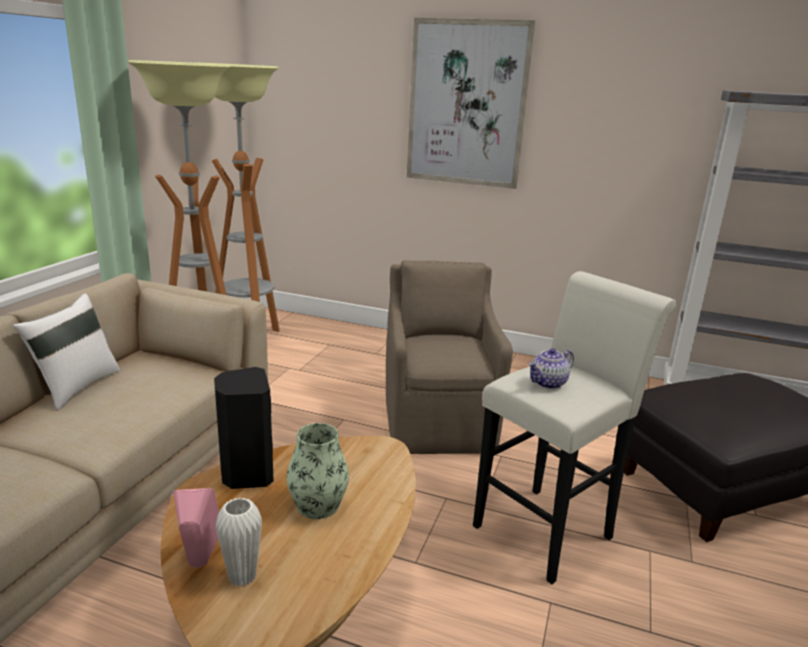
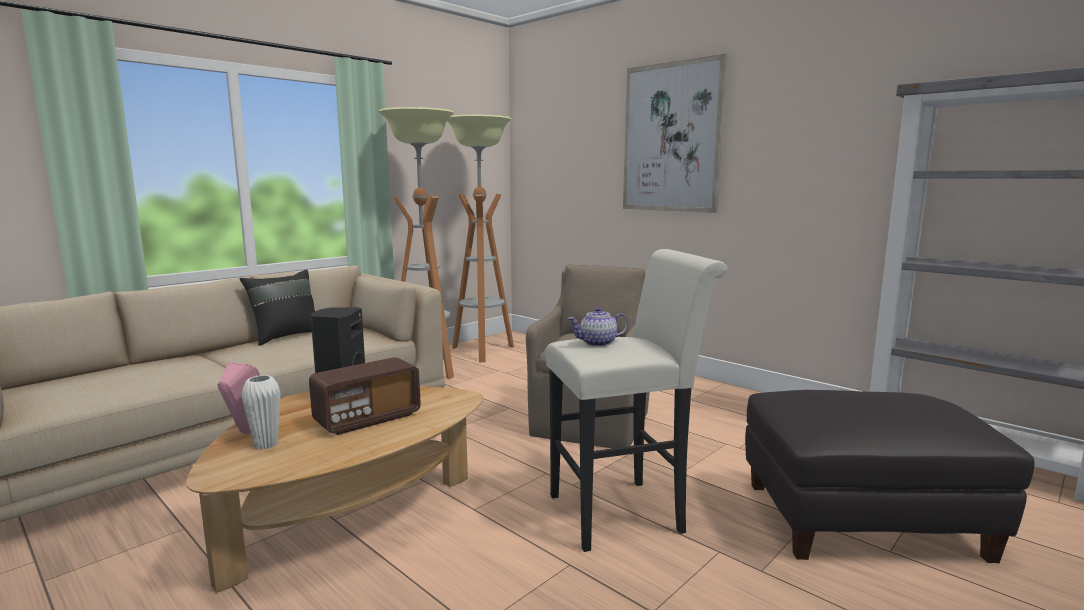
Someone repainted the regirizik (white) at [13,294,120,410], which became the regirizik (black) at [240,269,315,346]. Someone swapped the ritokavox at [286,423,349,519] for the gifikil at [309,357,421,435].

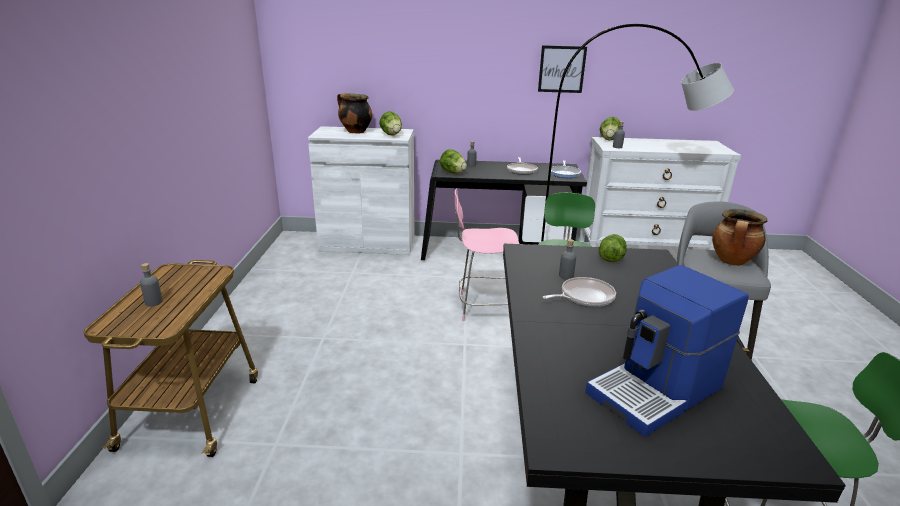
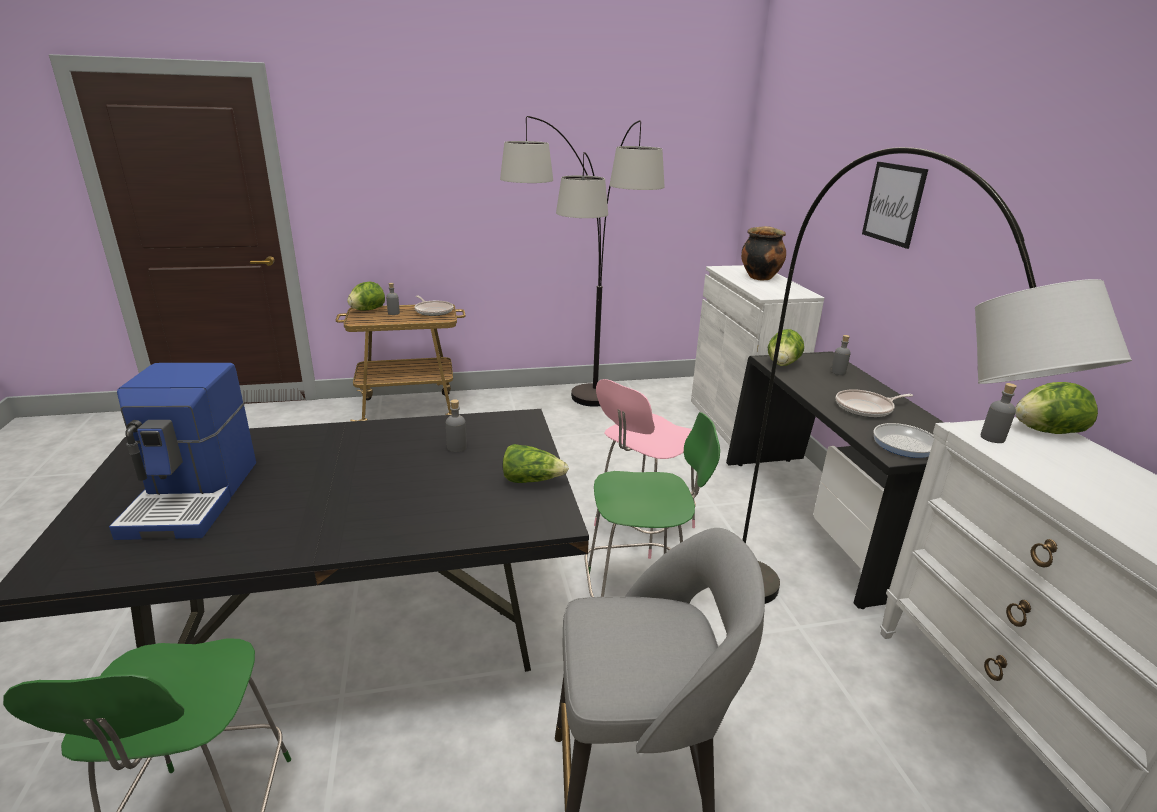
Someone rotated the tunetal at [585,265,749,437] by 135 degrees counterclockwise. Someone carried the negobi from [379,111,402,136] to [347,282,385,310]. Someone carried the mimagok from [543,277,616,307] to [414,296,454,316]. Someone put down the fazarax at [500,116,665,407]. Someone rotated the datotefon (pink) at [455,188,519,321] by 120 degrees counterclockwise. Someone carried the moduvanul from [538,45,587,93] to [862,162,928,249]. Someone took away the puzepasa at [712,209,767,266].

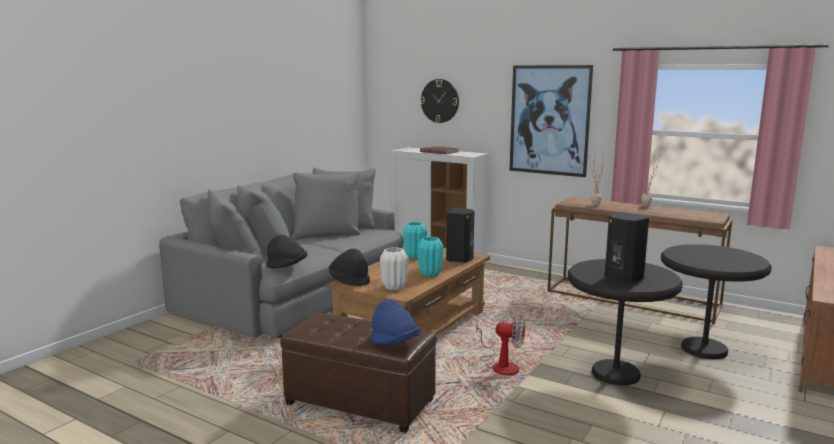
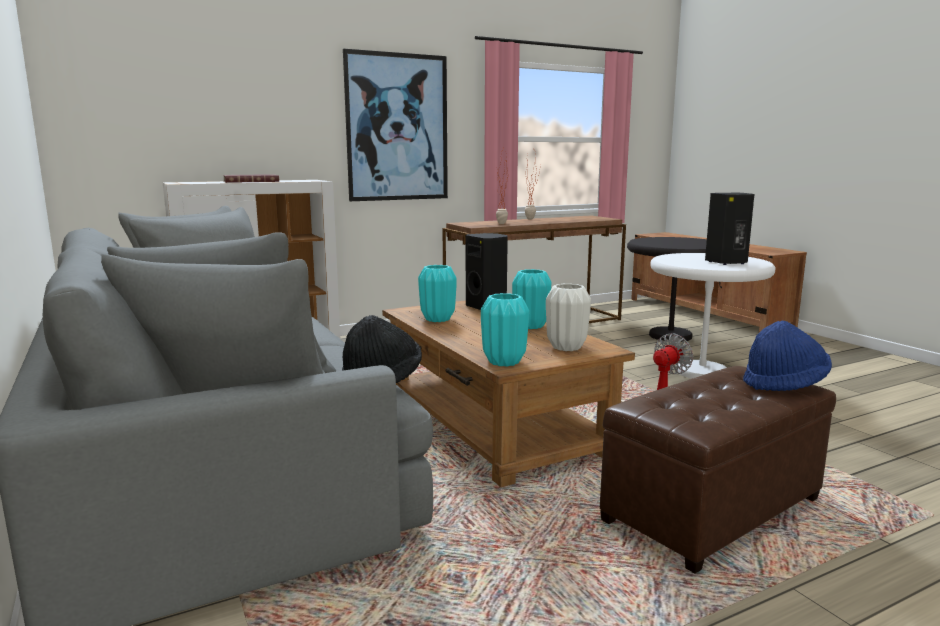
Someone swapped the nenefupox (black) at [329,249,370,286] for the ritokavox (turquoise) at [481,293,529,367]. Someone repainted the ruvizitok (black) at [568,259,683,385], which became the ruvizitok (white) at [650,253,776,379]. Someone took away the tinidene at [420,79,459,123].

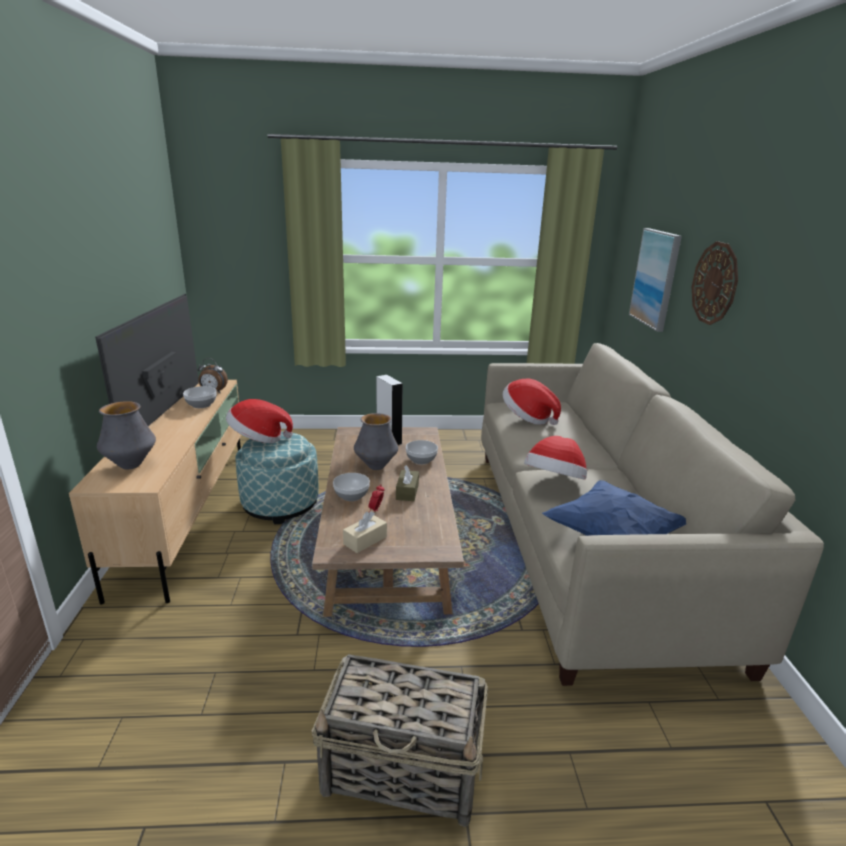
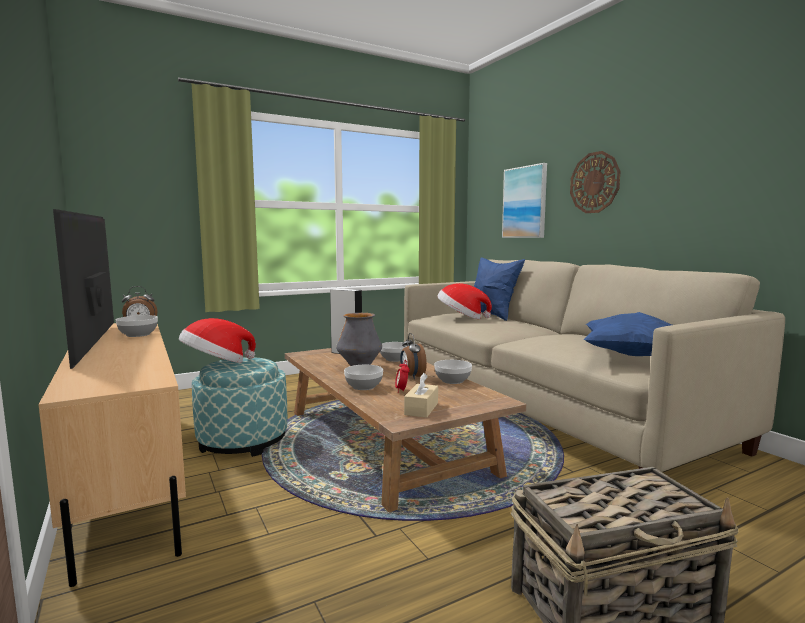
Someone swapped the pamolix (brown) at [396,465,419,501] for the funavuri at [400,333,427,379]. Someone put down the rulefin at [434,360,472,384]. Someone put down the regirizik (blue) at [474,257,525,321]. Someone took away the ritokavox at [97,401,156,470]. Someone took away the nenefupox at [524,436,587,480].

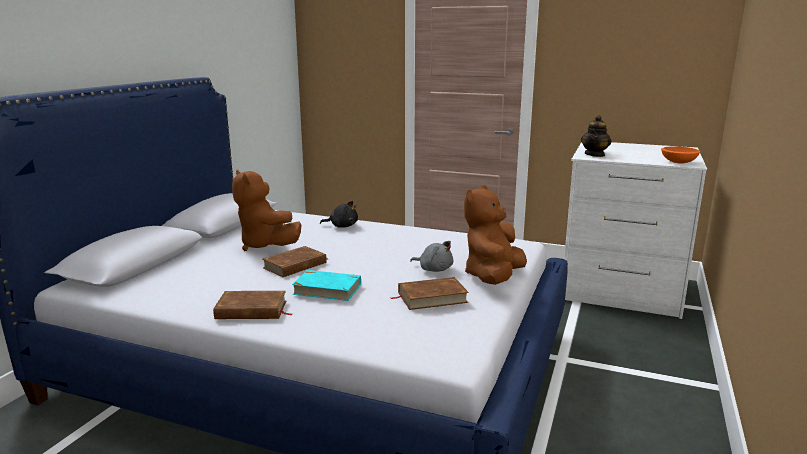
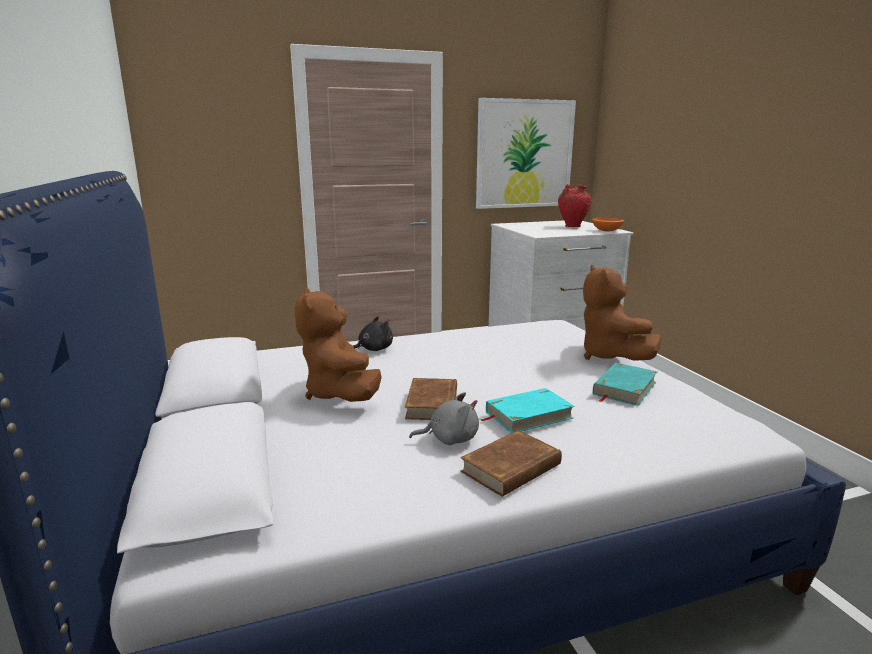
Someone rotated the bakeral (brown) at [232,170,301,251] by 60 degrees clockwise. Someone carried the bakeral (grey) from [410,241,453,272] to [409,392,479,445]. Someone put up the moduvanul at [476,98,576,209]. Someone put down the ritokavox (red) at [558,184,592,227]. Someone repainted the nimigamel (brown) at [391,277,469,310], which became the nimigamel (turquoise) at [593,363,657,406]. Someone took away the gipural at [581,115,612,157].

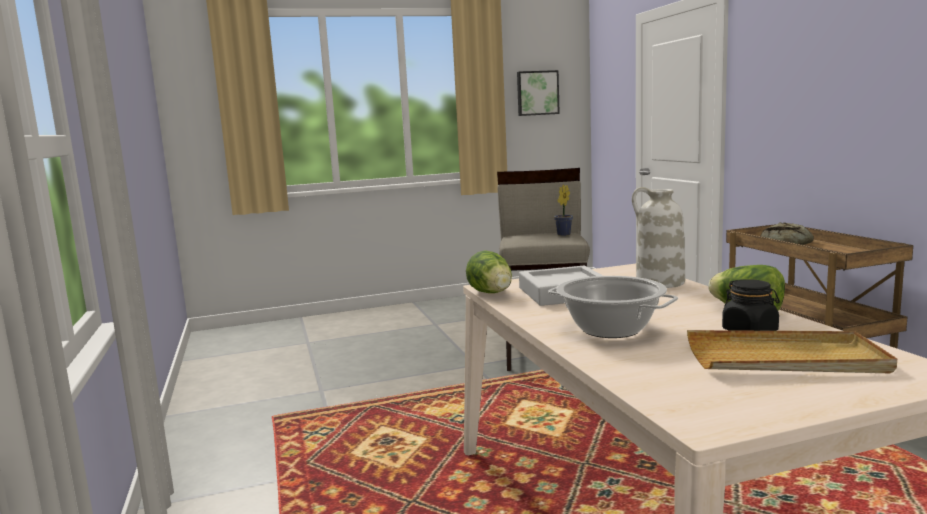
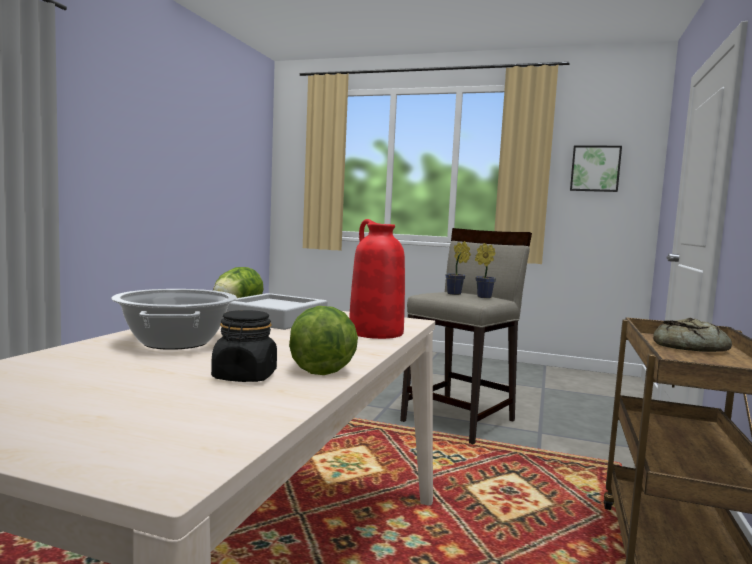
Someone repainted the ritokavox (white) at [632,187,685,288], which became the ritokavox (red) at [349,219,405,339]. Someone put down the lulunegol at [446,241,471,295]. Someone took away the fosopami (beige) at [687,330,897,373].

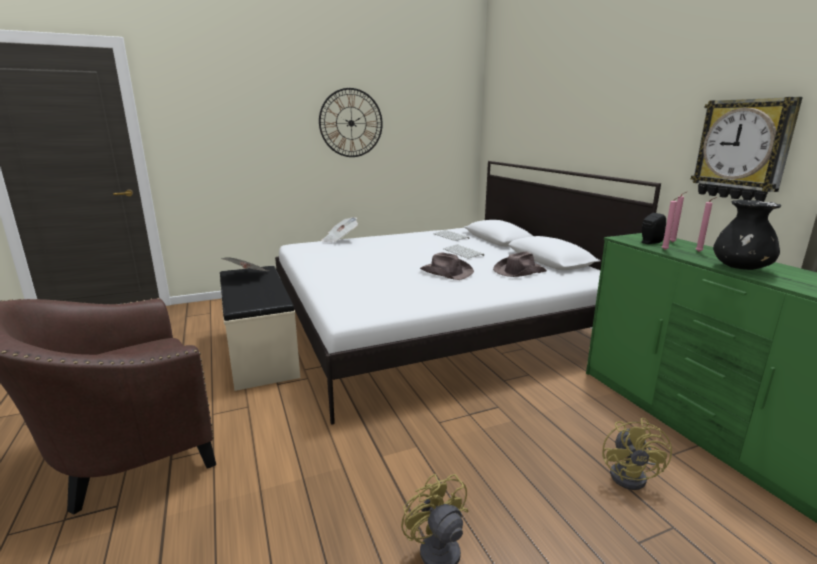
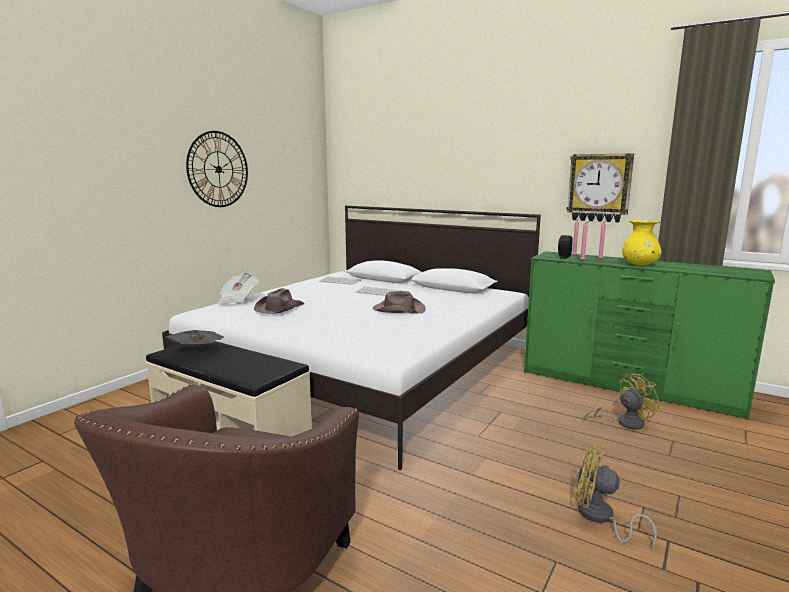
Someone carried the nenefupox (brown) from [493,251,547,277] to [254,288,304,314]. Someone rotated the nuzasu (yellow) at [602,418,672,490] by 90 degrees counterclockwise. Someone repainted the ritokavox (black) at [713,200,781,270], which became the ritokavox (yellow) at [622,220,662,265].

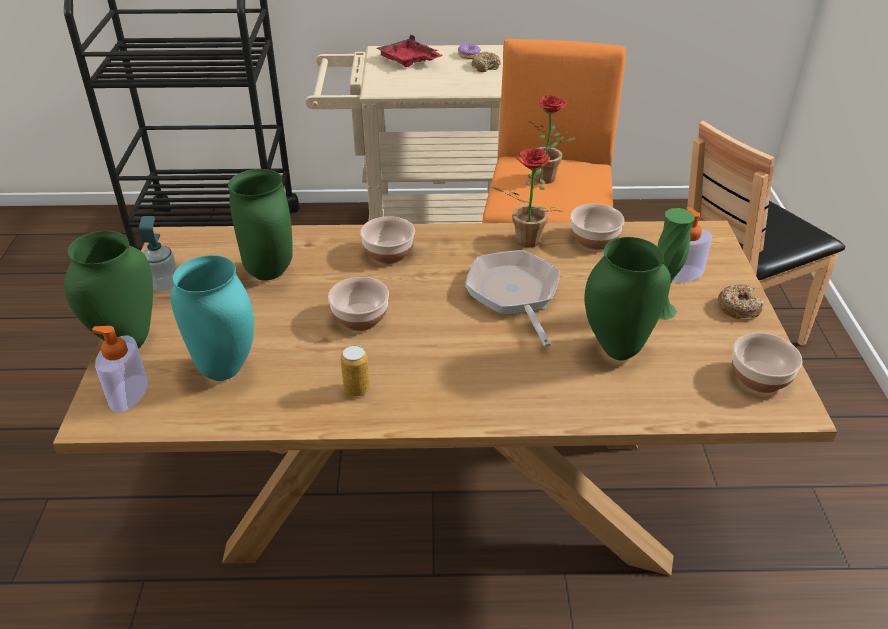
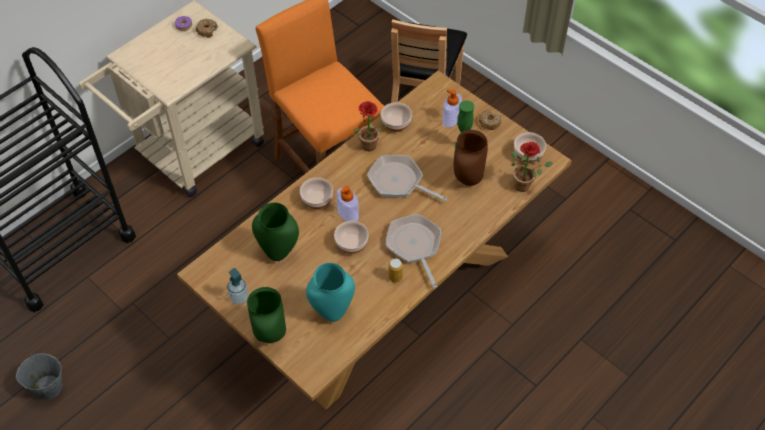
Someone put down the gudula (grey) at [16,353,62,400]. Someone carried the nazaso from [92,326,148,412] to [337,186,359,221]. Someone put down the mimagok at [386,214,441,288]. Someone repainted the ritokavox (green) at [584,237,671,361], which became the ritokavox (brown) at [454,130,488,186]. Someone carried the lulunegol from [529,95,575,184] to [511,142,553,192]. Someone took away the fosopami (red) at [376,34,443,67].

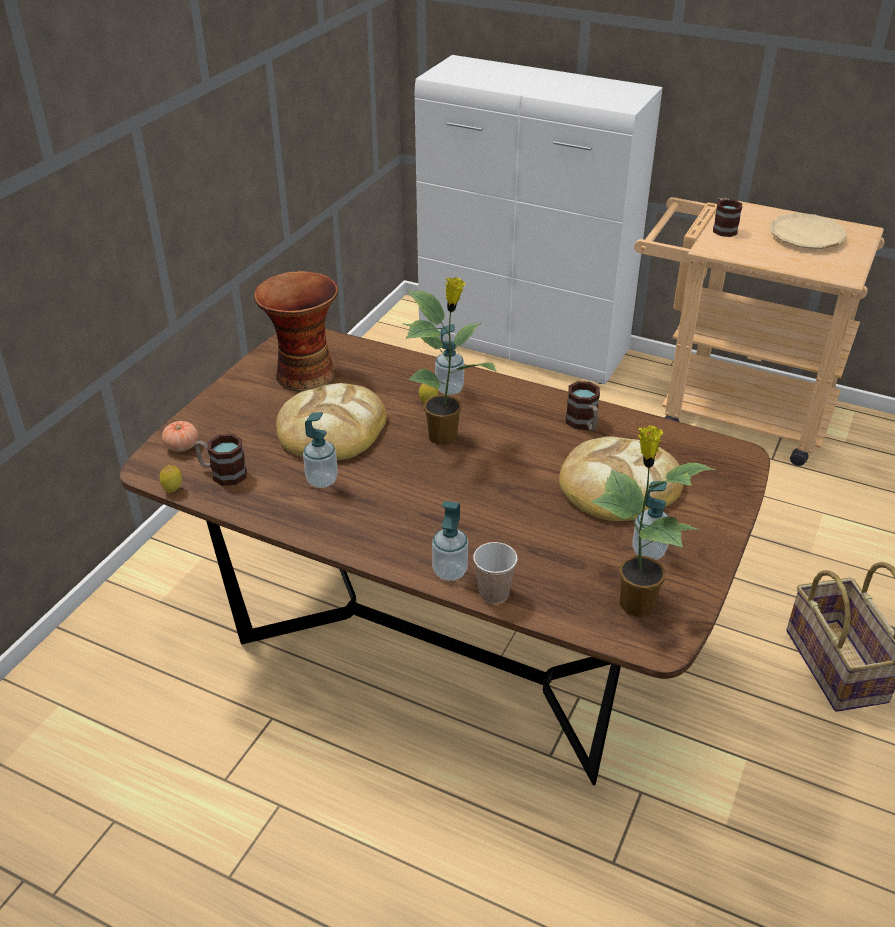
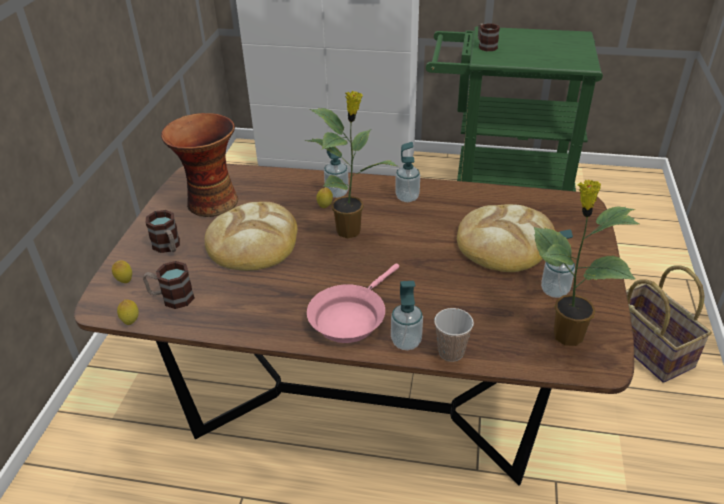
Someone swapped the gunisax at [162,421,198,452] for the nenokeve at [112,261,132,283]. Someone carried the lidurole from [566,381,600,431] to [145,210,180,253]. Someone put down the mimagok (pink) at [307,263,399,343]. Someone carried the nazaso from [303,412,338,488] to [395,142,420,202]. Someone repainted the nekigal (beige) at [634,197,884,466], which became the nekigal (green) at [426,27,603,192]. Someone took away the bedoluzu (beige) at [770,213,847,249].

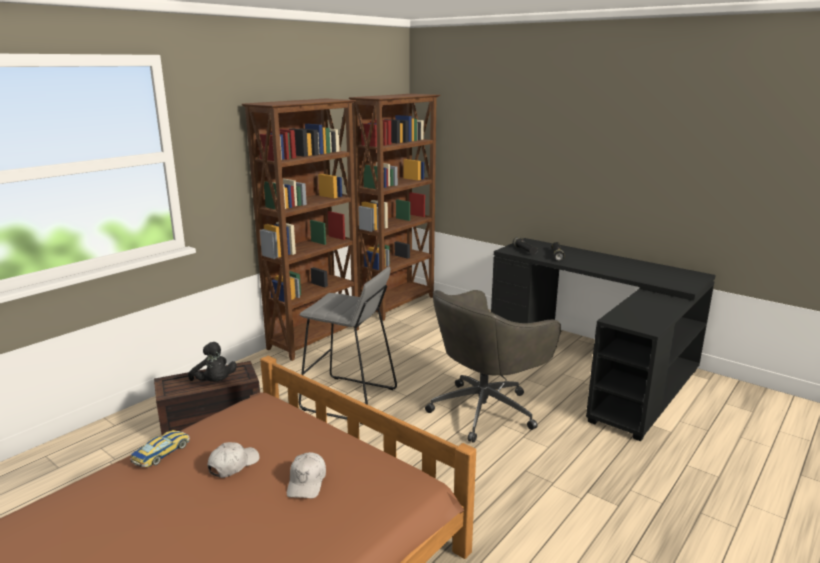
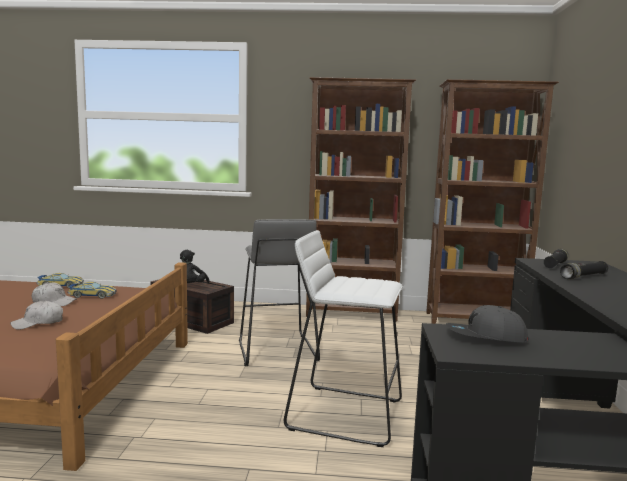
Someone put down the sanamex at [67,282,116,299]. Someone swapped the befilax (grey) at [425,290,561,443] for the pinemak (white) at [284,230,403,447]. Someone put down the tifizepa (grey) at [446,305,529,342].

